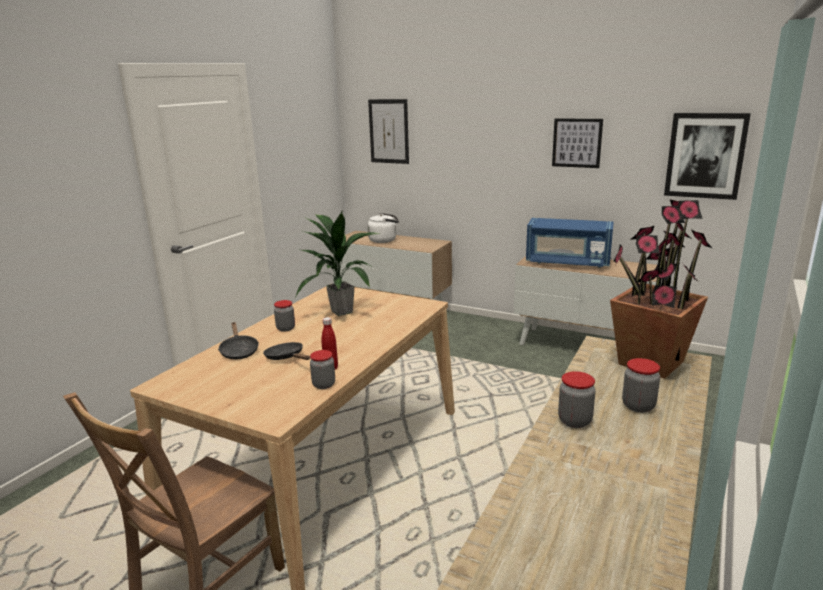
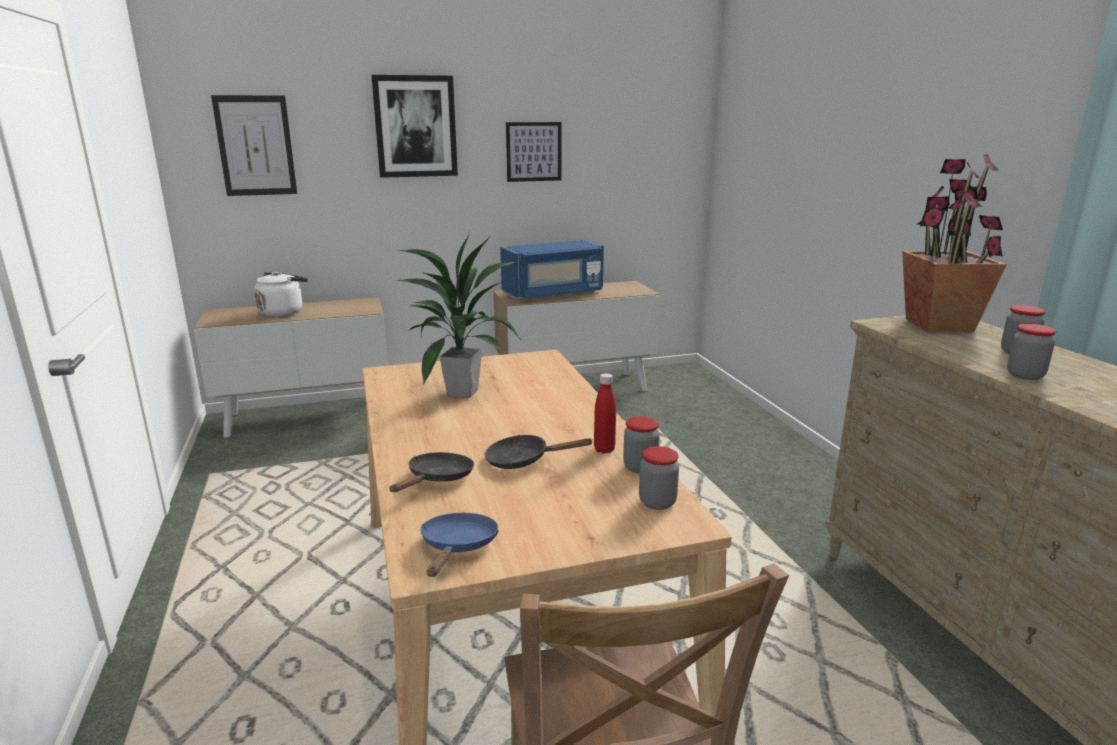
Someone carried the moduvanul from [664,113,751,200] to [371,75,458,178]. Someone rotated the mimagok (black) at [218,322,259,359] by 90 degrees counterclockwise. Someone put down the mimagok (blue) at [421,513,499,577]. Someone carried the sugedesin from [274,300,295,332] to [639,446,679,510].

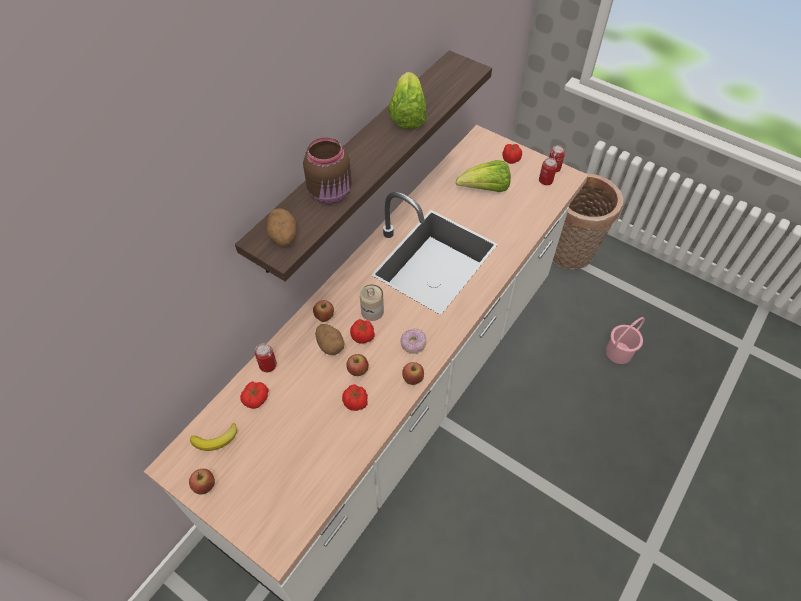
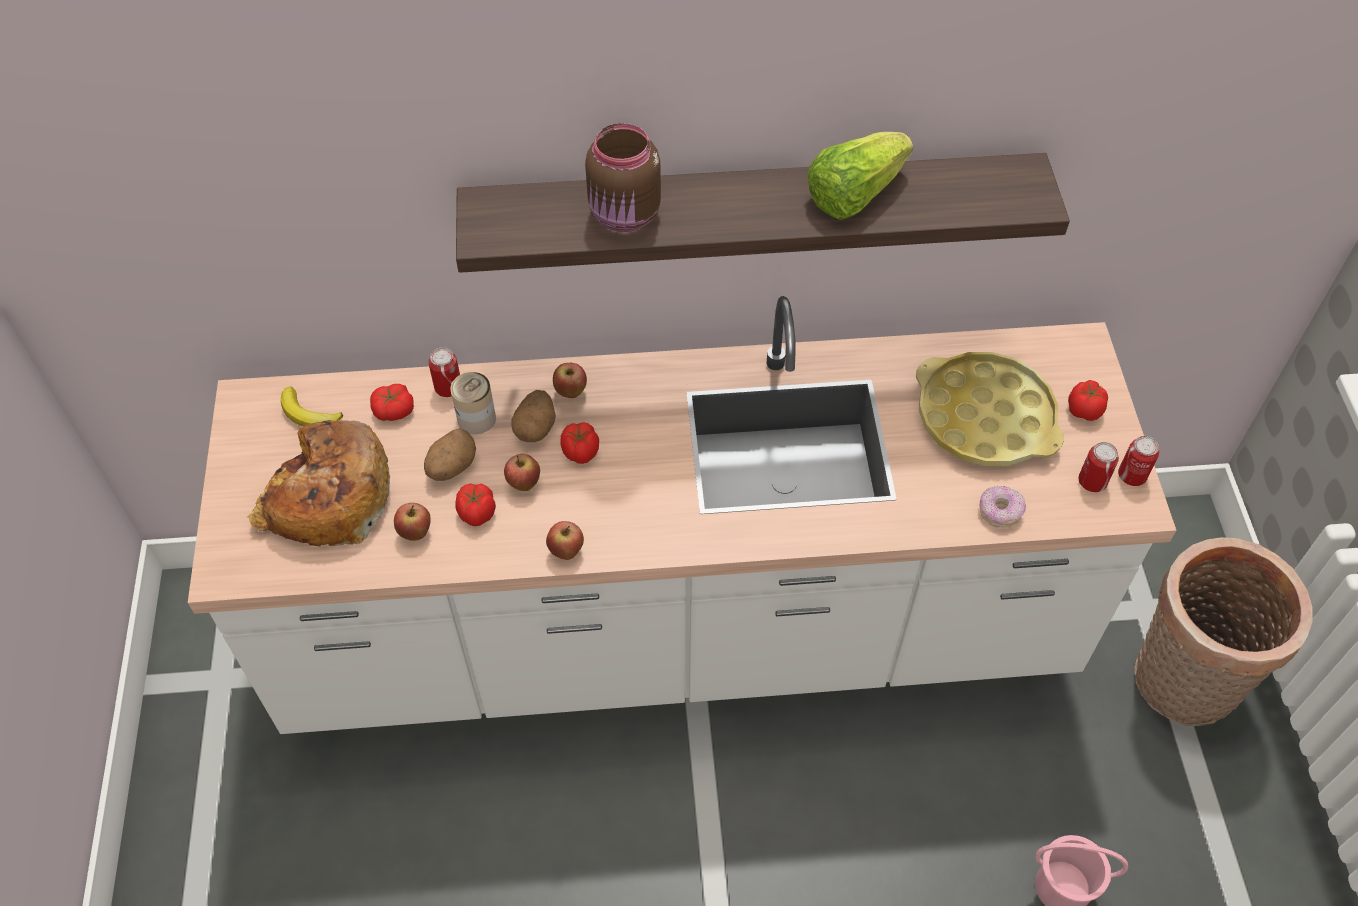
Someone put down the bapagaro at [248,420,390,546]. Someone carried the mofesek from [189,469,215,495] to [394,503,431,541]. Someone carried the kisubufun from [266,208,297,246] to [424,428,476,481]. Someone carried the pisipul from [360,284,384,321] to [450,372,496,434]. Someone swapped the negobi at [456,160,511,192] for the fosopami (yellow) at [916,352,1064,466]. Someone carried the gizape from [400,328,426,354] to [980,486,1026,528].

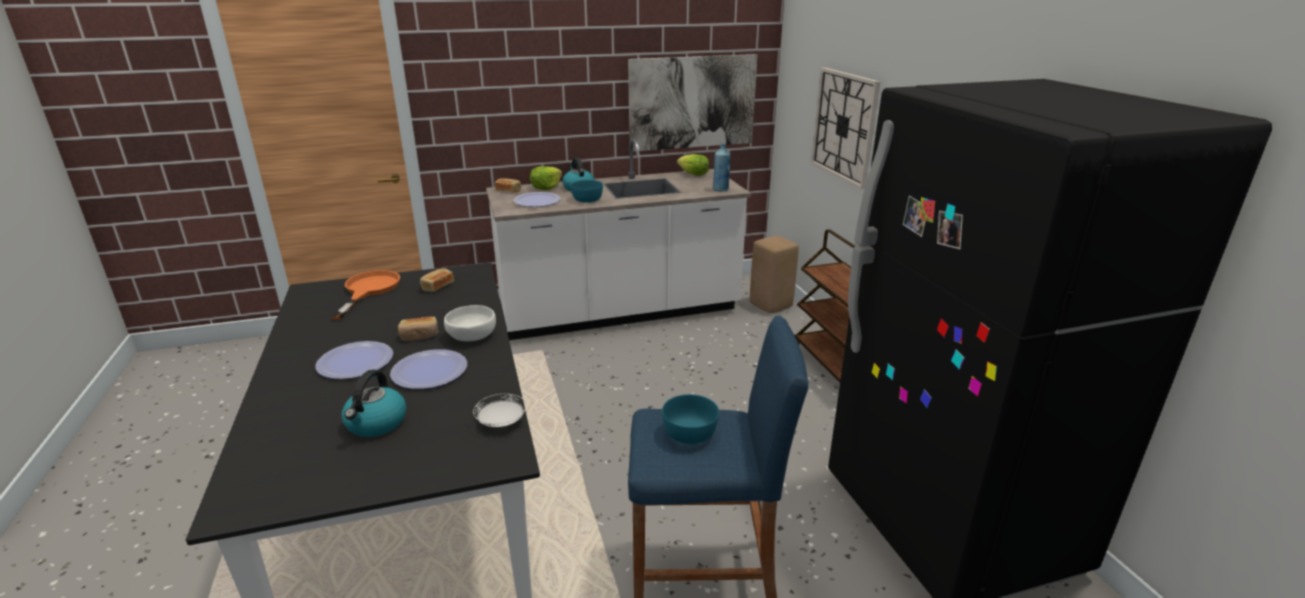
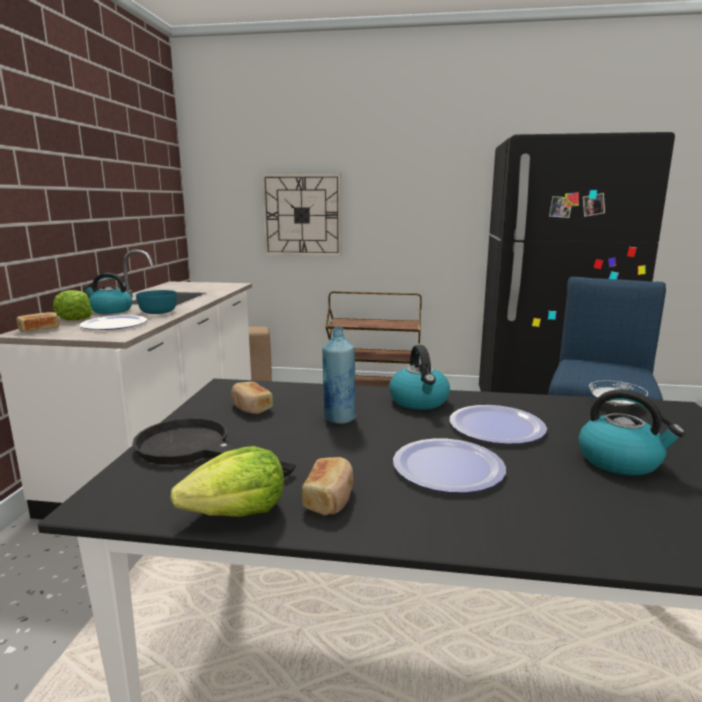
Someone repainted the mimagok (orange) at [331,270,400,320], which became the mimagok (black) at [133,418,296,477]. Someone carried the negobi from [677,154,709,176] to [170,446,284,517]. Someone carried the bapagaro from [398,316,439,341] to [301,457,353,516]. Someone carried the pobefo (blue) from [713,144,730,192] to [322,327,356,424]. Someone swapped the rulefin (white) at [444,305,496,341] for the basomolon at [389,345,450,410]. Someone took away the moduvanul at [628,54,758,152]. Someone took away the rulefin (turquoise) at [662,394,719,444].

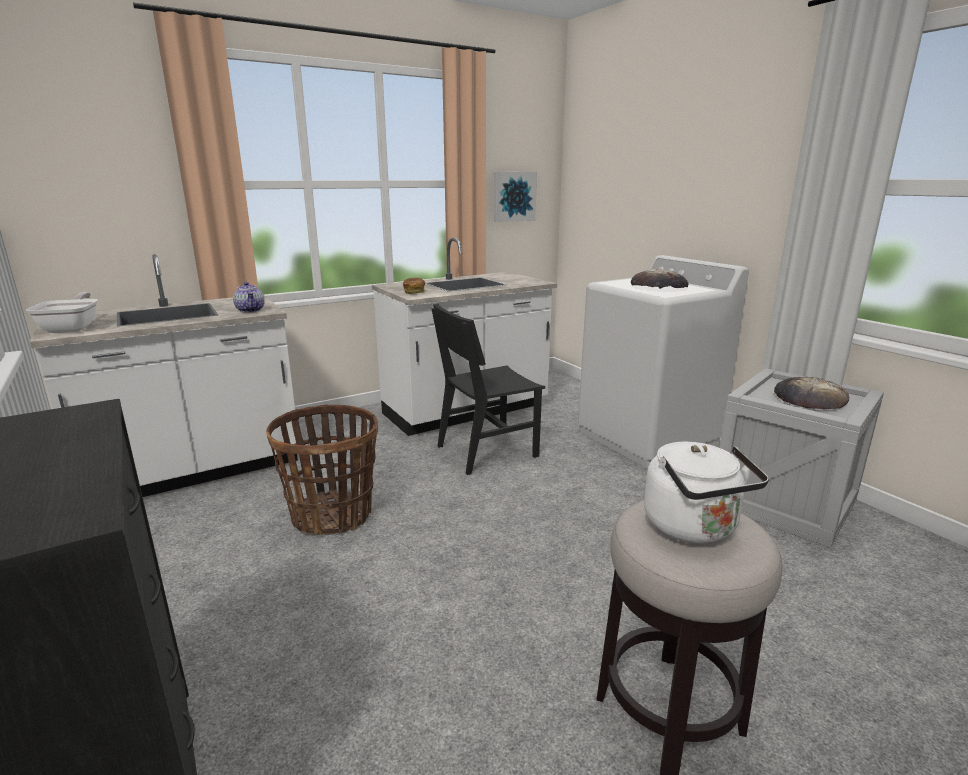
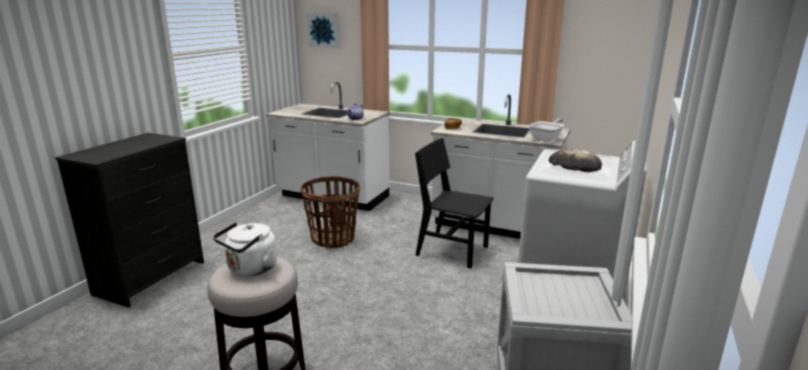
Someone carried the moduvanul from [494,172,537,222] to [307,12,340,48]. Someone carried the mimagok from [26,292,98,333] to [529,119,564,142]. Someone took away the bapagaro at [774,377,849,409].

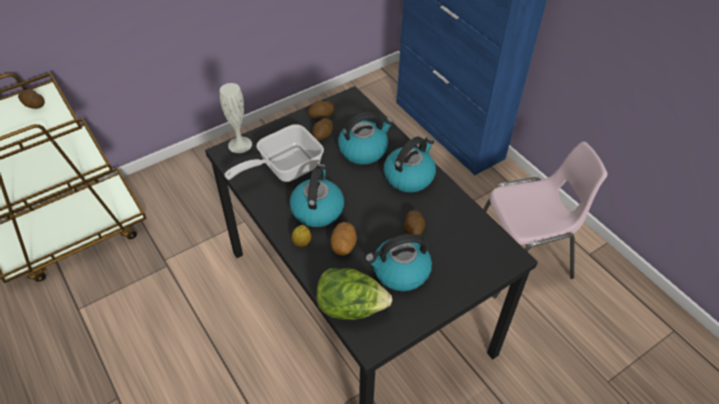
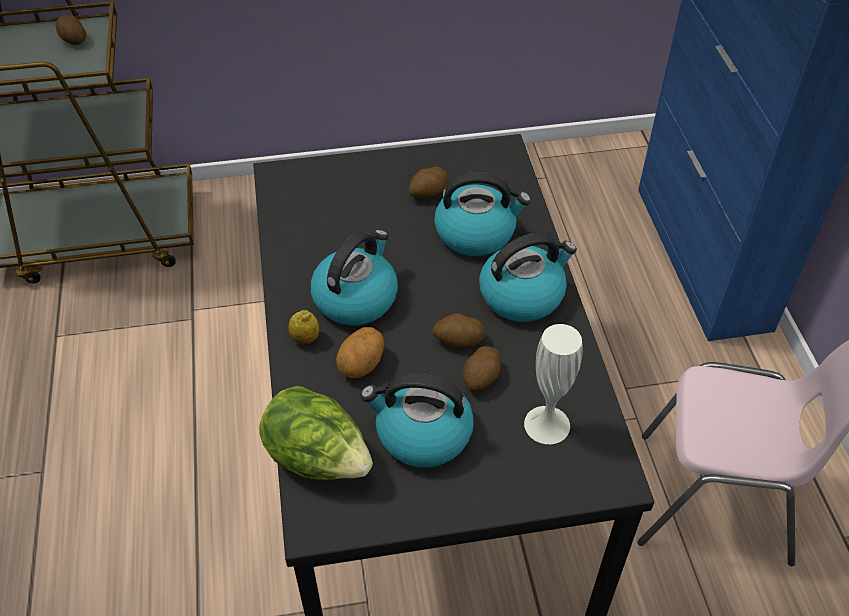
Someone carried the kisubufun from [307,101,334,119] to [432,313,485,348]. Someone carried the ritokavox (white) from [220,83,252,153] to [524,324,583,444]. Someone took away the mimagok at [224,124,324,182].

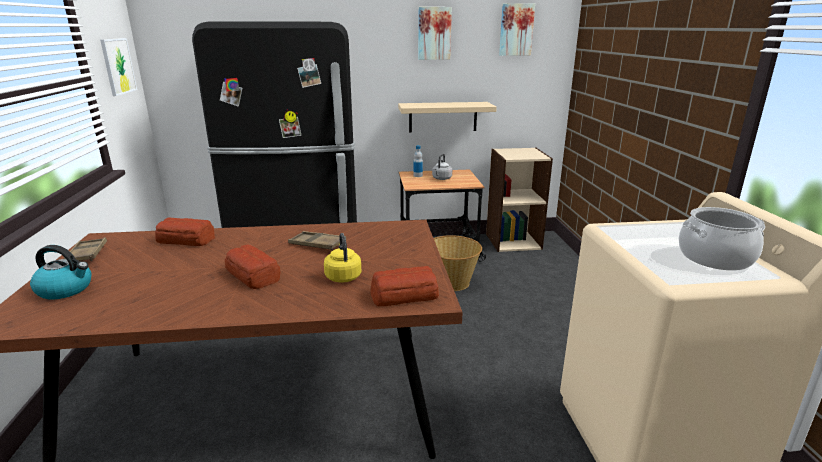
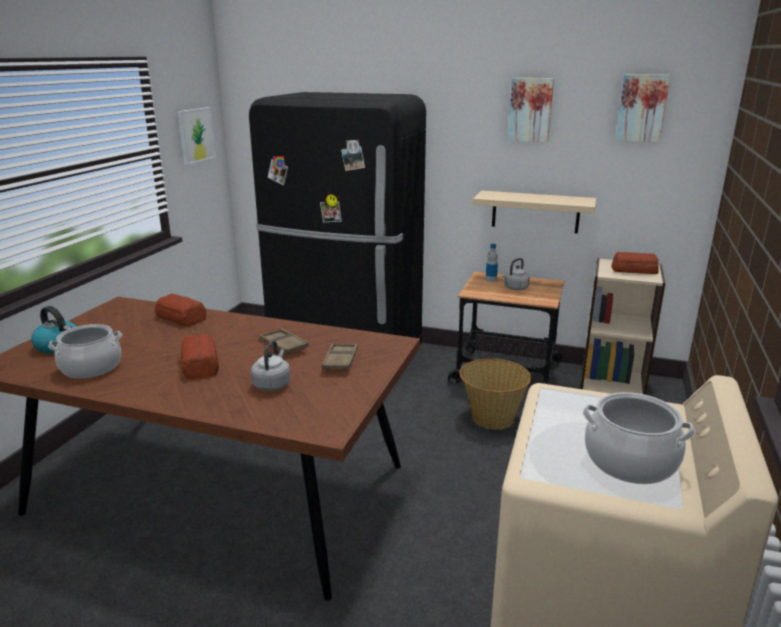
Someone put down the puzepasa at [48,324,122,378]. Someone repainted the basomolon (yellow) at [324,233,362,283], which became the basomolon (grey) at [251,340,291,391]. Someone carried the fosopami (brown) from [63,238,107,261] to [322,343,358,371]. Someone carried the bapagaro from [370,266,439,306] to [611,252,659,274].

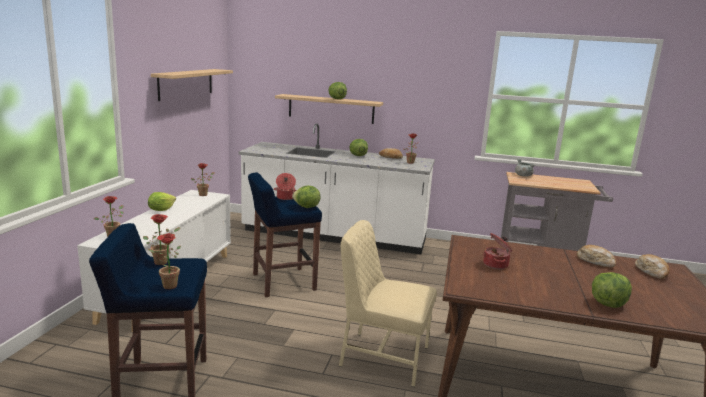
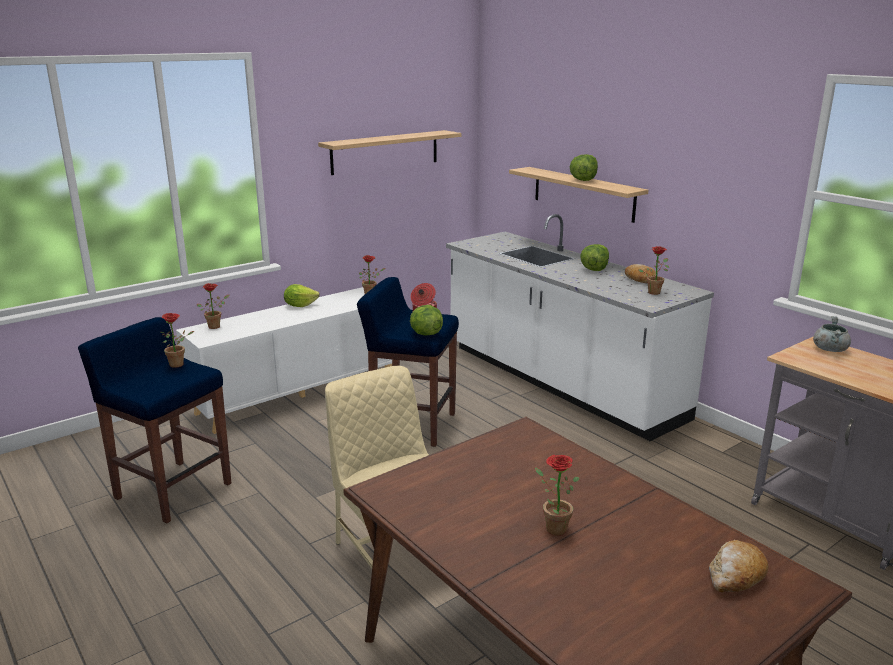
Someone carried the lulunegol from [148,233,181,289] to [535,455,580,536]. Someone took away the puzepasa at [483,233,512,269]. Someone took away the bapagaro at [577,245,616,268]. Someone took away the negobi at [592,272,632,308].

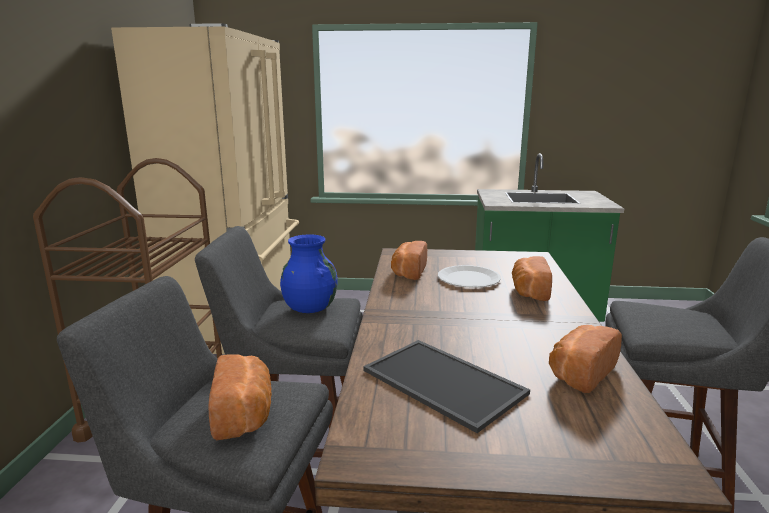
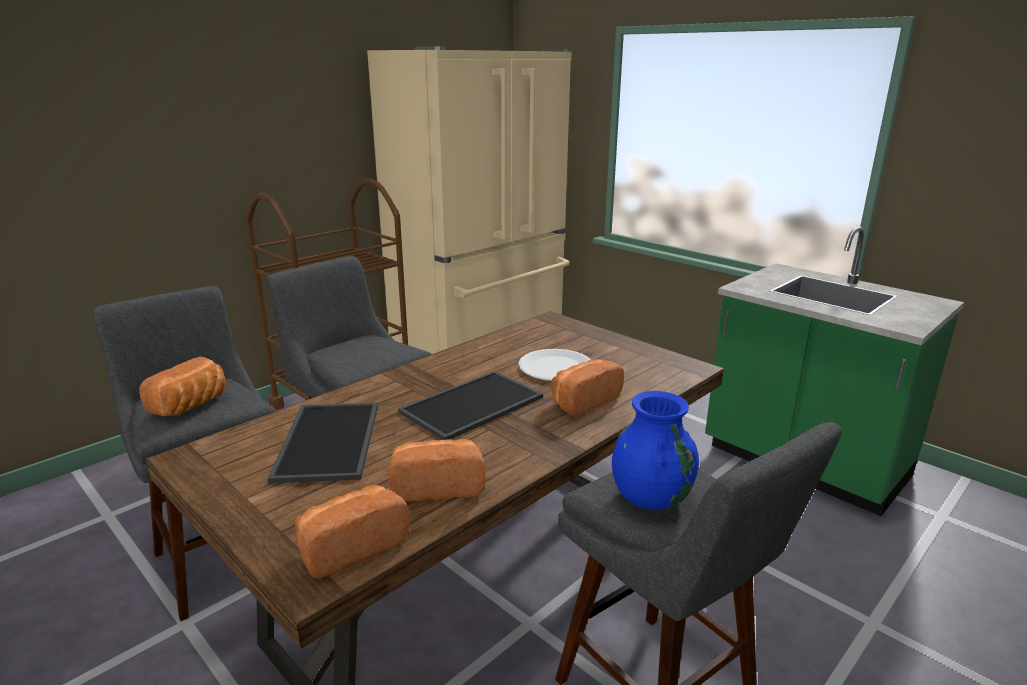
Someone carried the bapagaro from [391,241,427,280] to [295,485,410,578]. Someone put down the fosopami at [398,371,543,440]. Someone carried the ritokavox (blue) from [280,234,338,313] to [612,391,699,510].

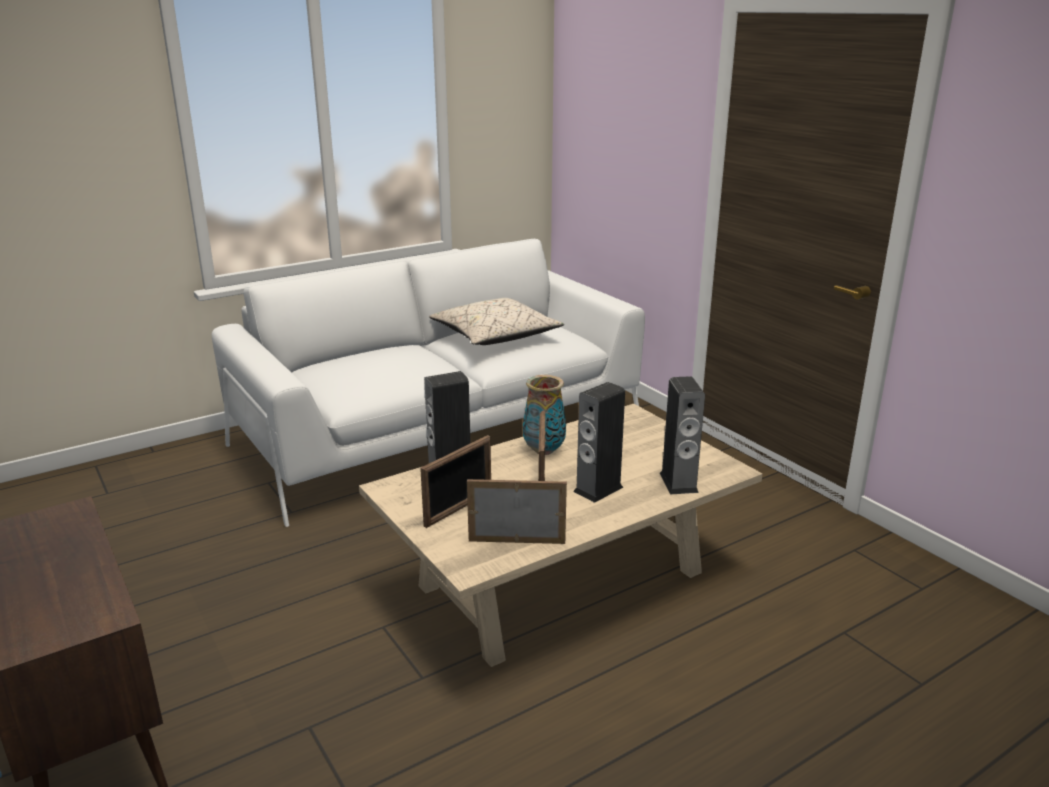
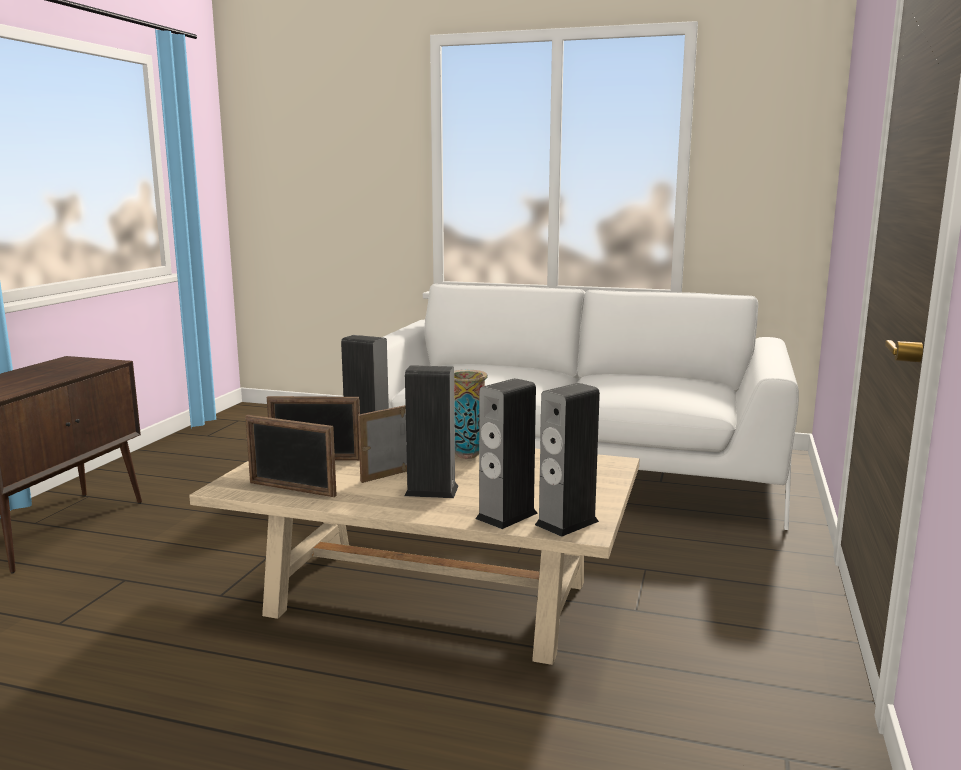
Someone rotated the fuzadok at [467,479,567,544] by 150 degrees clockwise. Someone put down the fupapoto at [535,383,600,537]. Someone took away the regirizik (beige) at [429,298,564,345].

